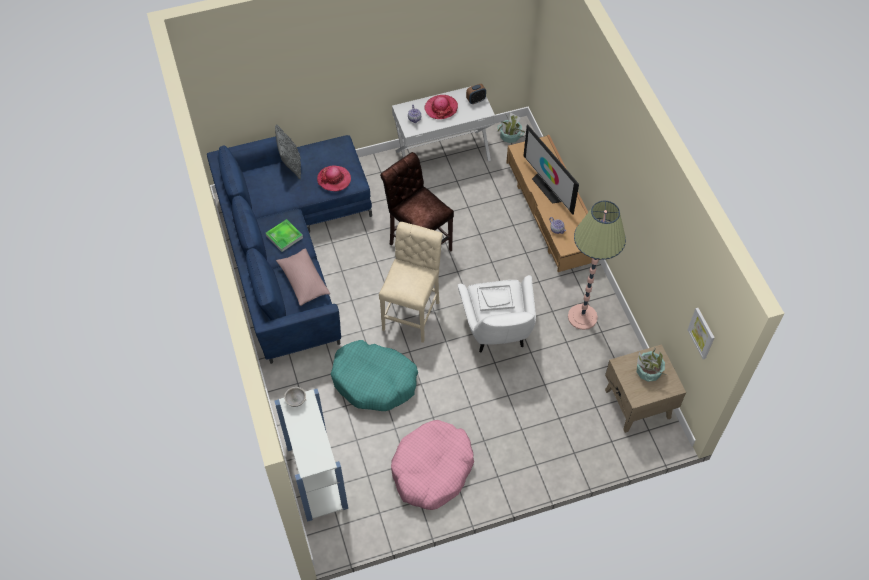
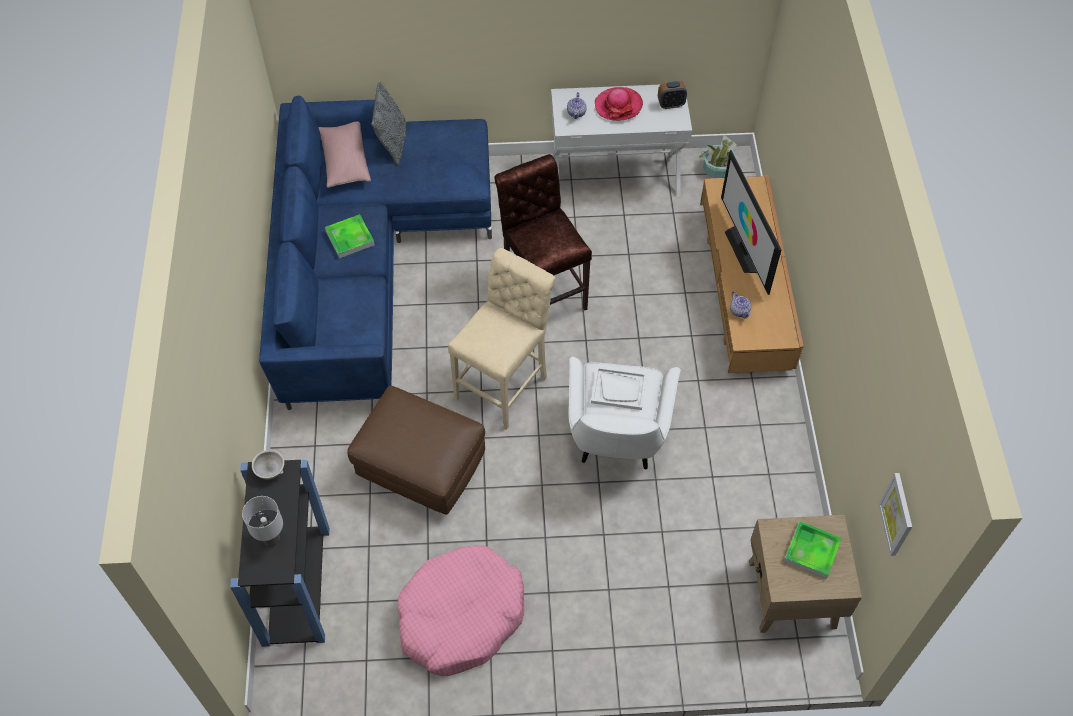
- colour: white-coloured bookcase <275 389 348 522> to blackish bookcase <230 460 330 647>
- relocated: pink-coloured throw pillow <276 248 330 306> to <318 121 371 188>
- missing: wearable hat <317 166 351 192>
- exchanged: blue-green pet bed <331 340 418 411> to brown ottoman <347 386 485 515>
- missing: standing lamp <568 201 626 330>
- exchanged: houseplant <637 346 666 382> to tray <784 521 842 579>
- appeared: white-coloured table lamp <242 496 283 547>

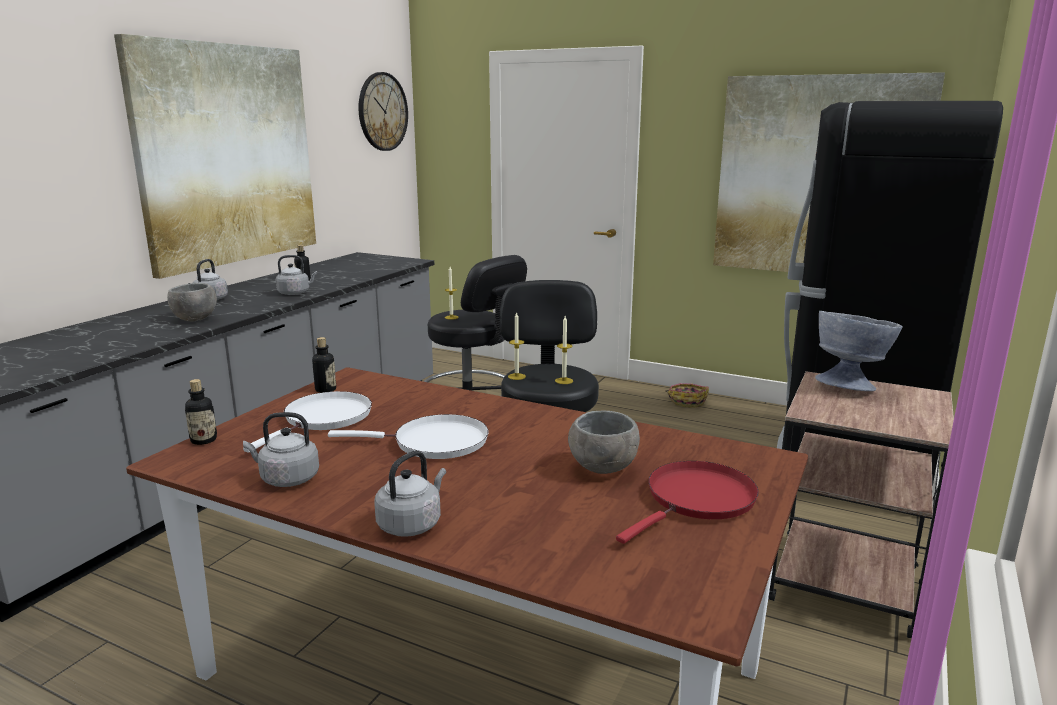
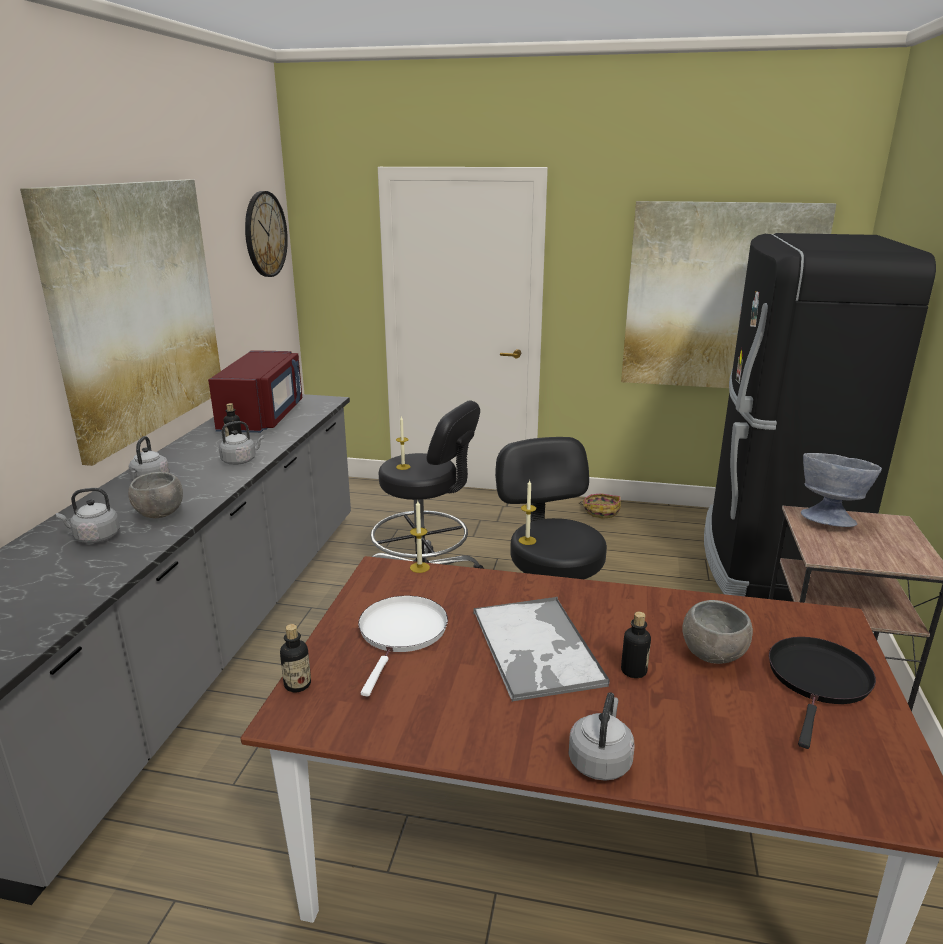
- relocated: greyish tea kettle <243 412 319 487> to <56 488 120 543>
- relocated: drink bottle <312 337 336 393> to <621 612 651 678>
- exchanged: white-coloured skillet <328 414 489 459> to tray <473 597 610 702>
- relocated: wax candle <555 316 573 384> to <410 501 430 573>
- colour: red-coloured skillet <616 461 759 544> to blackish skillet <769 637 876 749>
- appeared: red-coloured kitchen microwave <208 350 302 433>

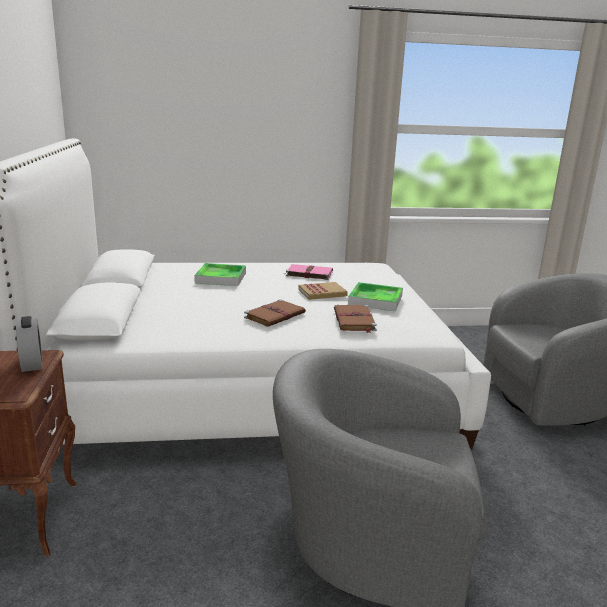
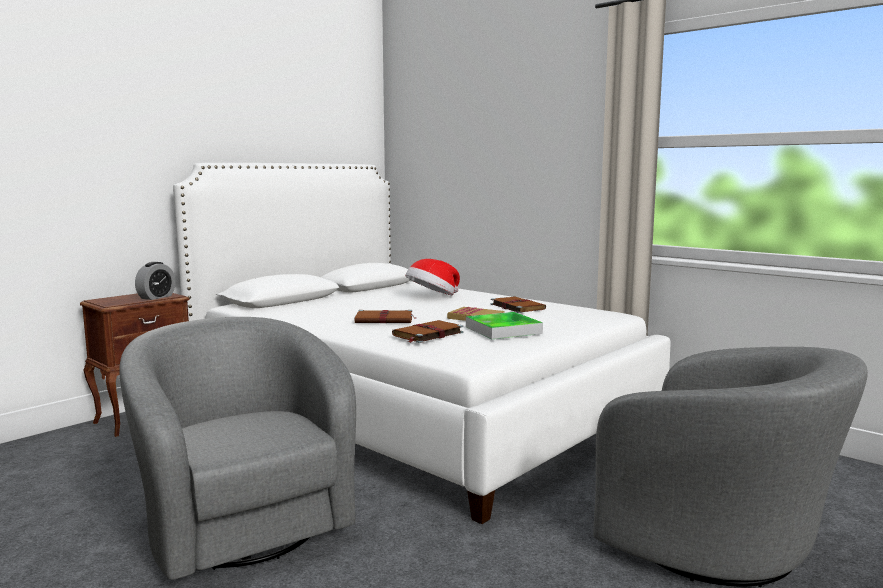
- exchanged: tray <195 263 246 286> to wearable hat <405 259 460 295>
- colour: pink-coloured book <284 264 333 280> to brown book <490 296 546 313>

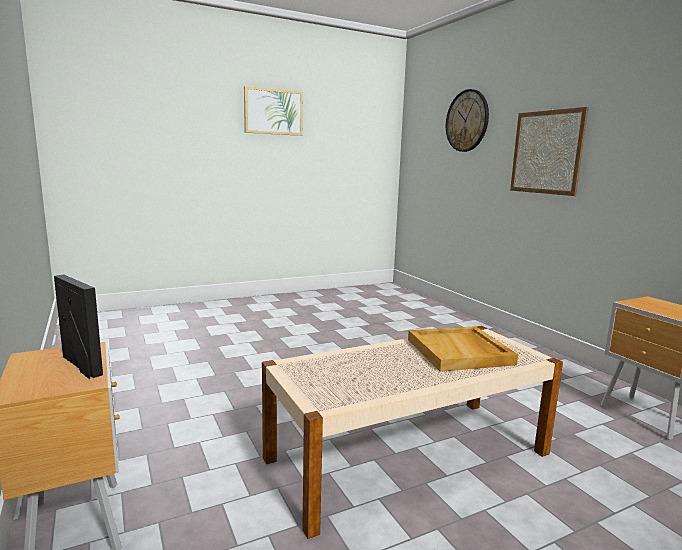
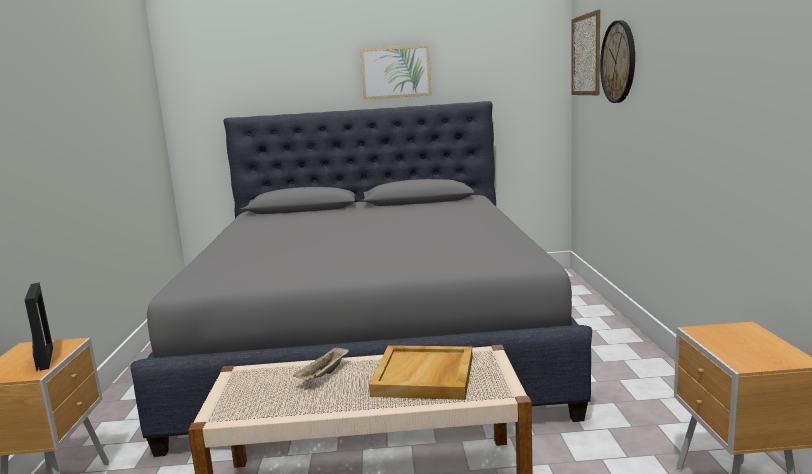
- relocated: wall art <510 107 589 196> to <572 9 600 95>
- appeared: greyish bed <130 101 592 457>
- appeared: sand-coloured tray <293 346 349 380>

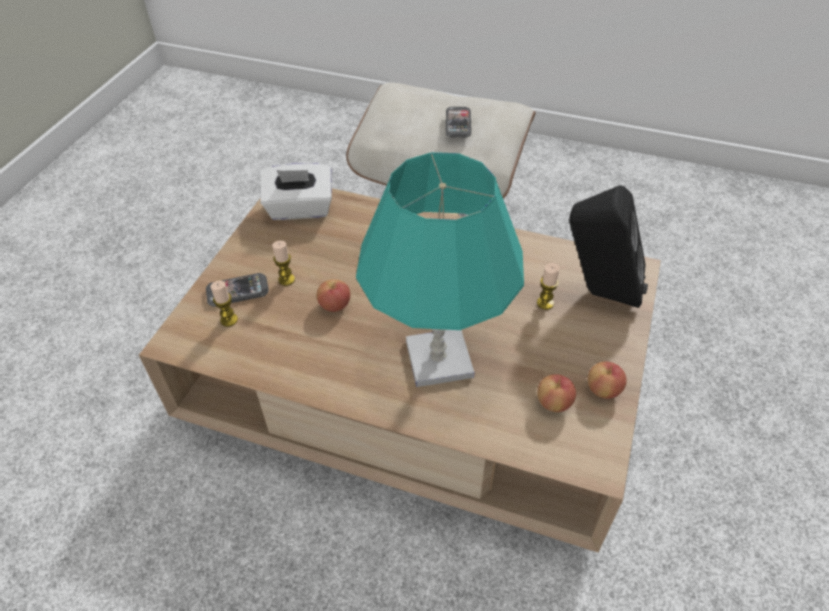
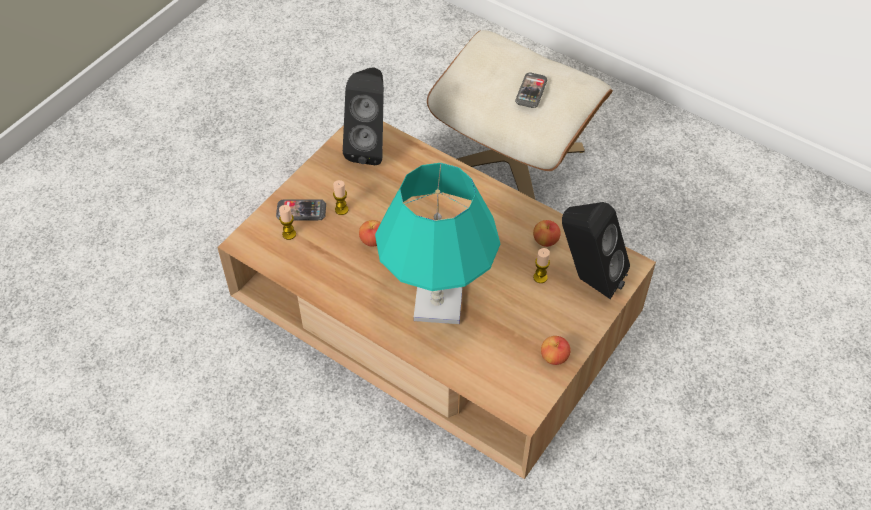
- exchanged: white-coloured tissue box <260 163 332 220> to blackish speaker <343 67 384 165>
- relocated: whole apple <537 374 576 412> to <533 220 561 247>

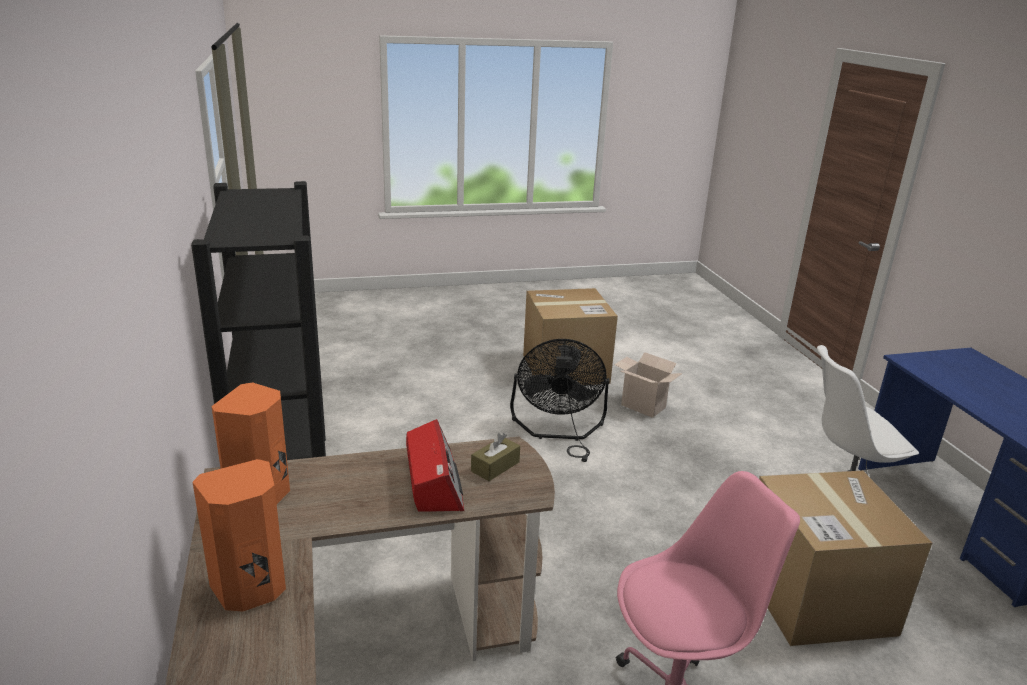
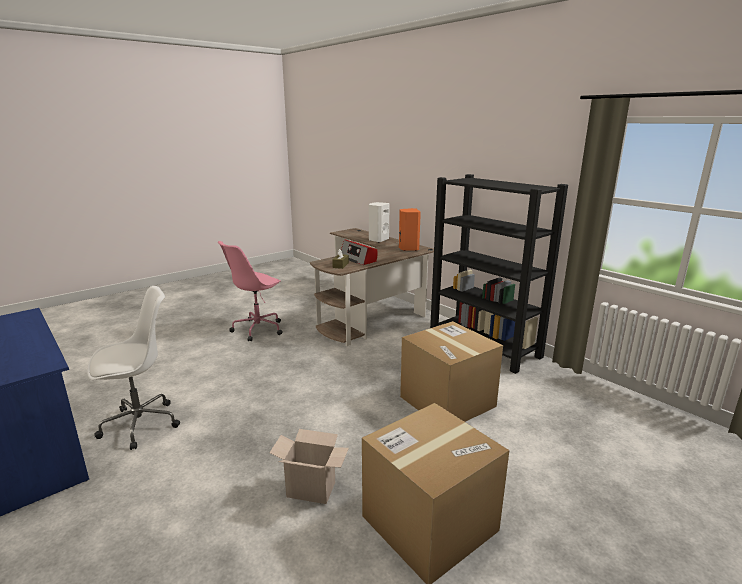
- colour: orange speaker <193 459 286 612> to white-coloured speaker <369 202 390 242>
- missing: blackish cooling fan <510 339 610 462>
- relocated: carton <759 471 932 646> to <400 321 503 422>

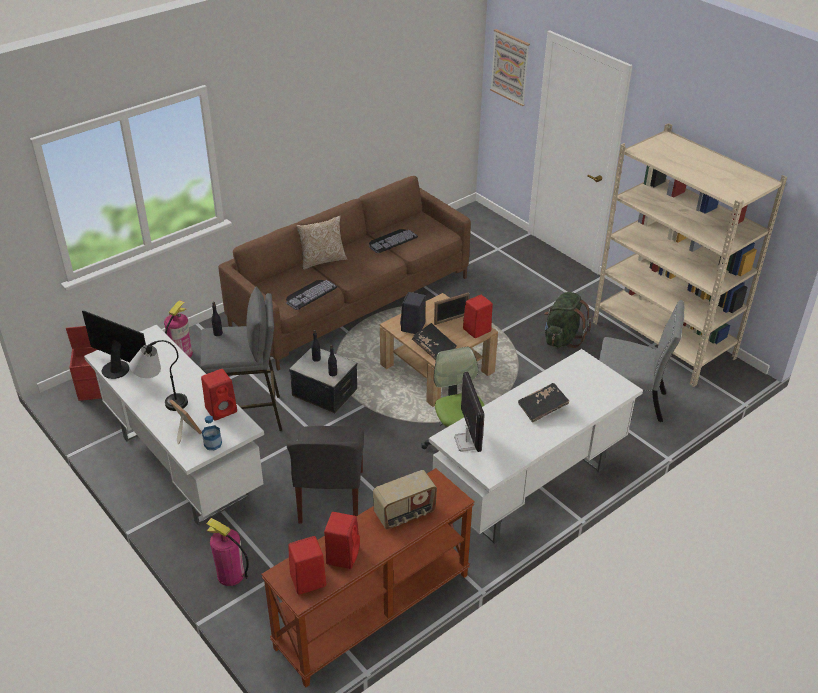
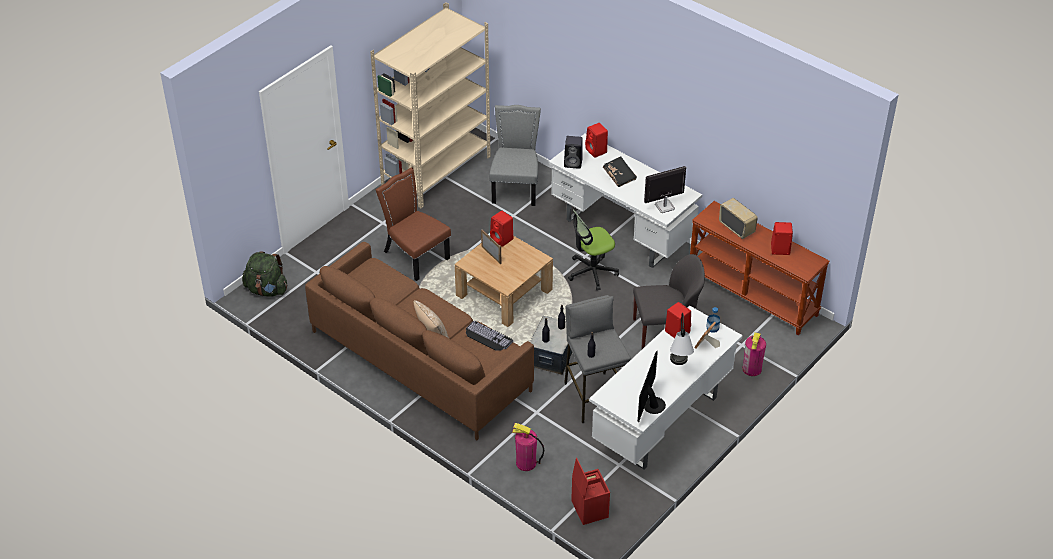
- relocated: red-coloured speaker <288 536 326 594> to <585 123 608 158>
- missing: PC keyboard <369 229 418 253>
- relocated: blackish speaker <400 292 426 334> to <564 136 583 169>
- missing: blackish book <412 323 457 360>
- missing: wall art <490 29 530 106>
- relocated: greenish rucksack <544 292 591 348> to <242 251 287 297>
- appeared: brown upright chair <375 167 451 281>

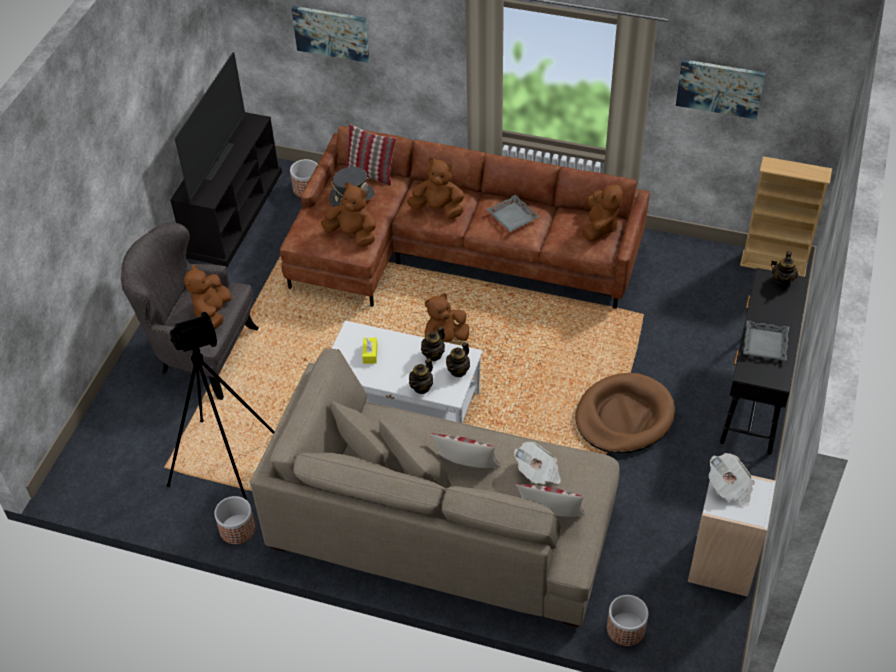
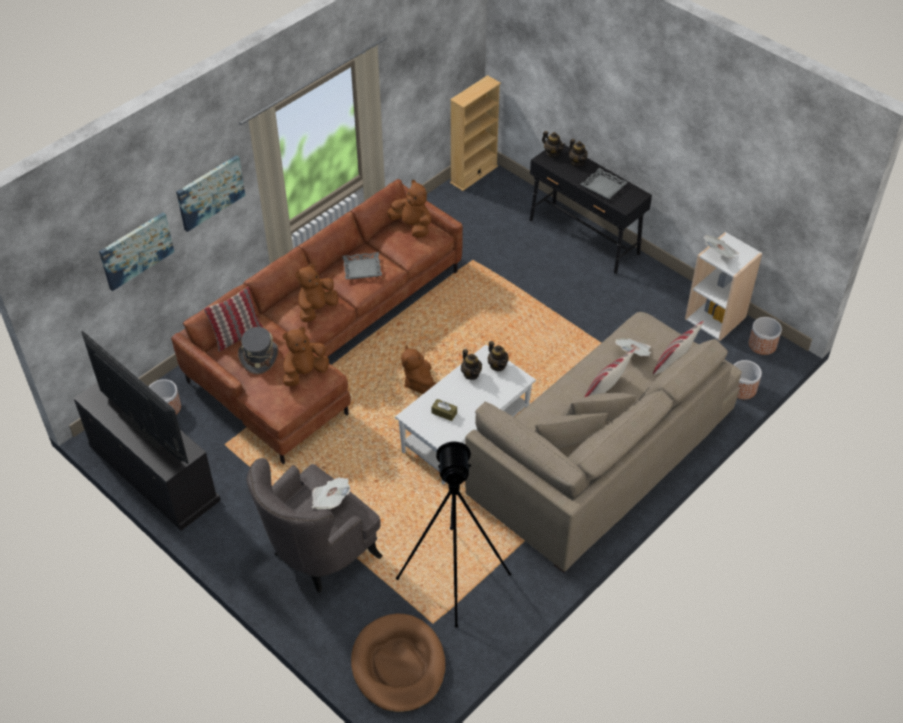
- exchanged: brown plush toy <184 264 232 330> to printed paper <312 477 350 509>
- relocated: planter <214 496 255 544> to <748 317 782 355>
- colour: yellowish tissue box <362 338 377 364> to brown tissue box <431 399 457 421>
- relocated: pot for tea <409 358 433 394> to <569 139 588 167>
- relocated: brown pet bed <575 373 675 453> to <351 614 446 713>
- relocated: wall art <676 59 765 119> to <176 155 245 232>

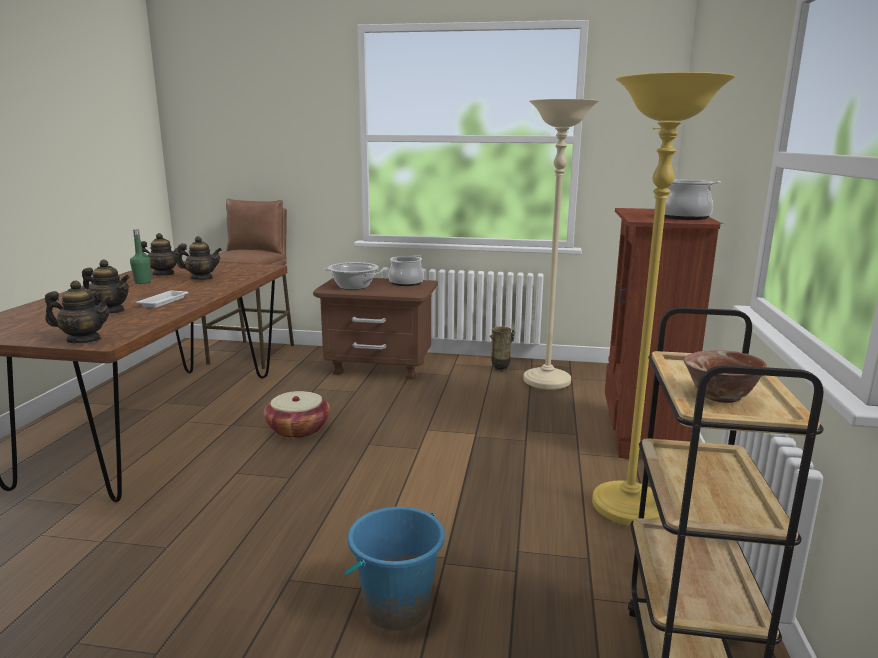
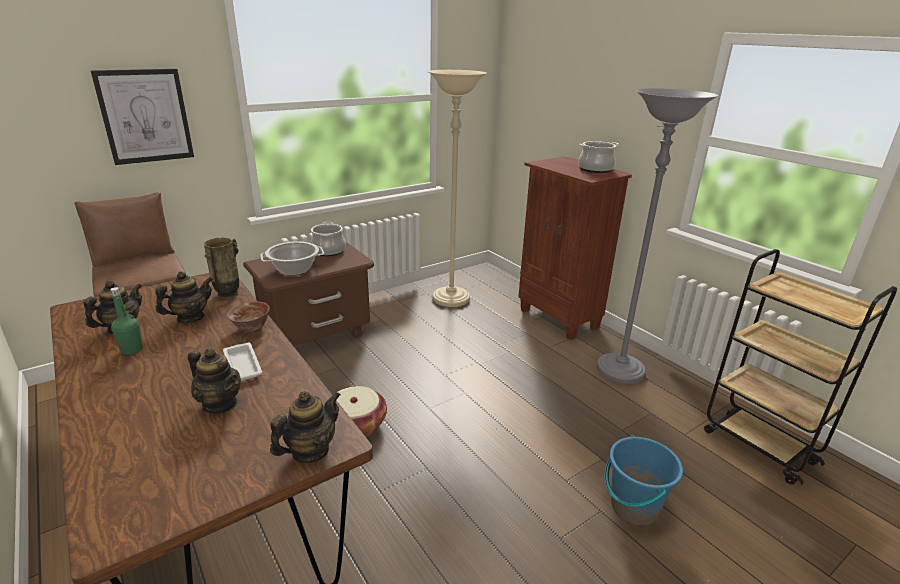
- spun: pot for tea <82 260 130 313> = <188 348 241 413> 60 degrees clockwise
- relocated: flower vase <490 326 515 372> to <204 238 239 298>
- colour: yellowish standing lamp <592 72 735 526> to greyish standing lamp <597 88 718 384>
- relocated: deep dish <684 350 767 403> to <227 301 270 333>
- appeared: wall art <91 69 194 165>

